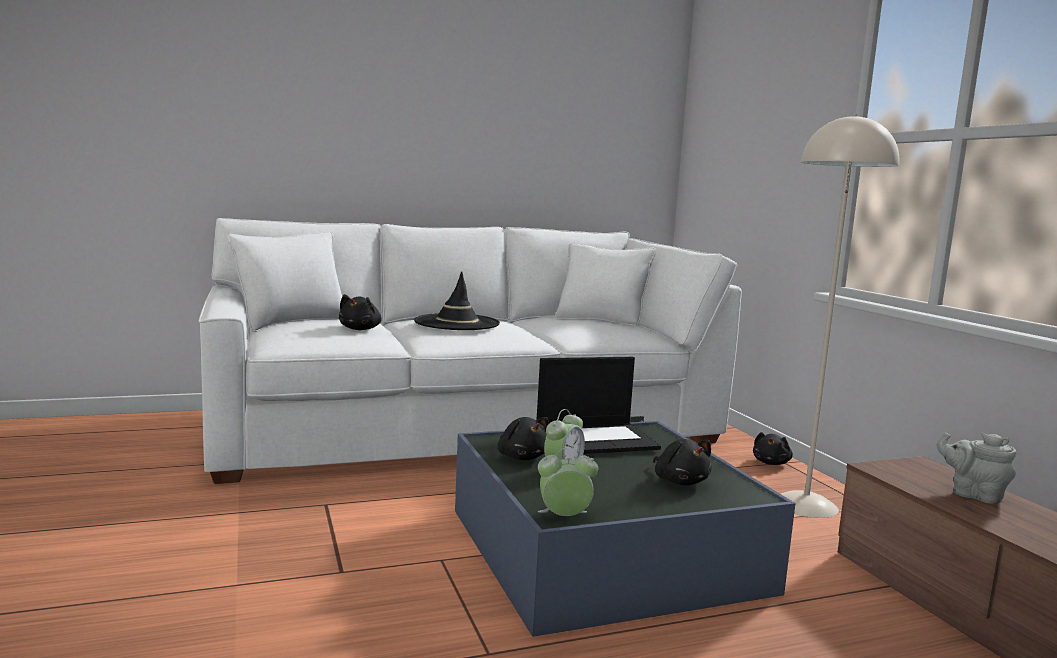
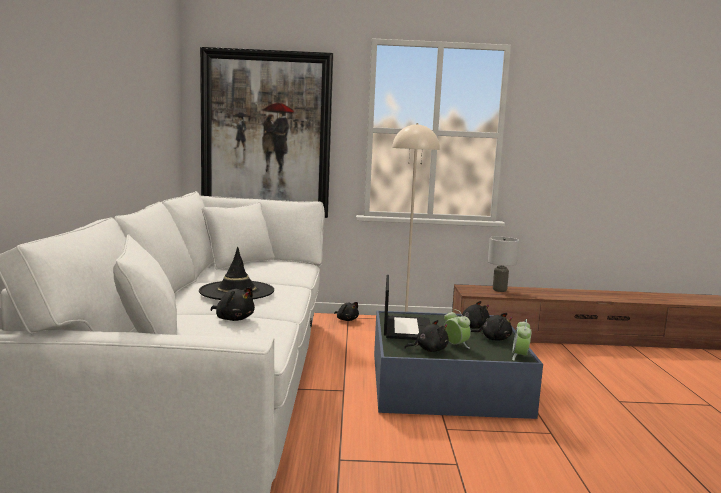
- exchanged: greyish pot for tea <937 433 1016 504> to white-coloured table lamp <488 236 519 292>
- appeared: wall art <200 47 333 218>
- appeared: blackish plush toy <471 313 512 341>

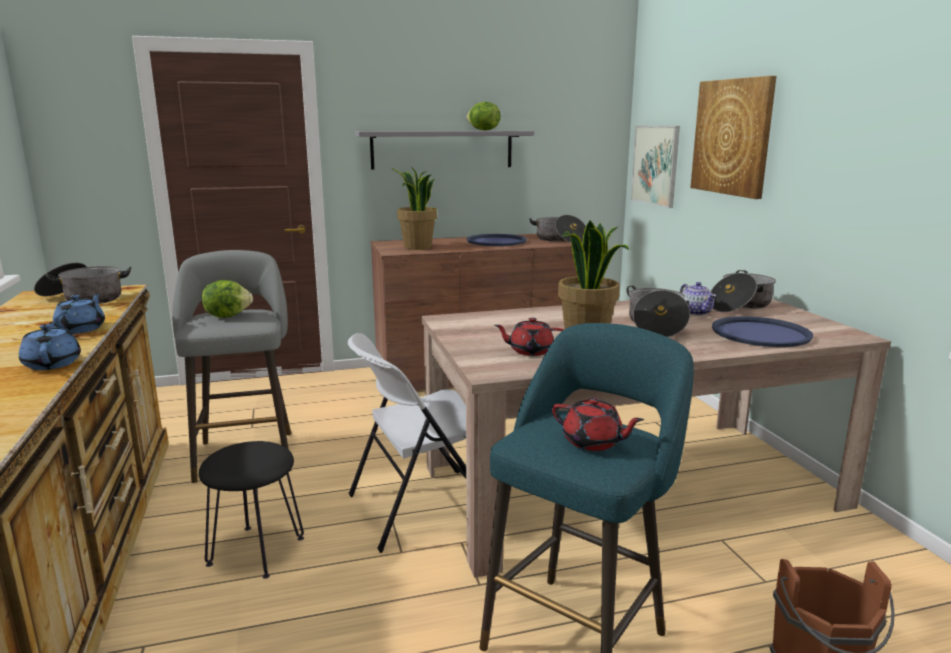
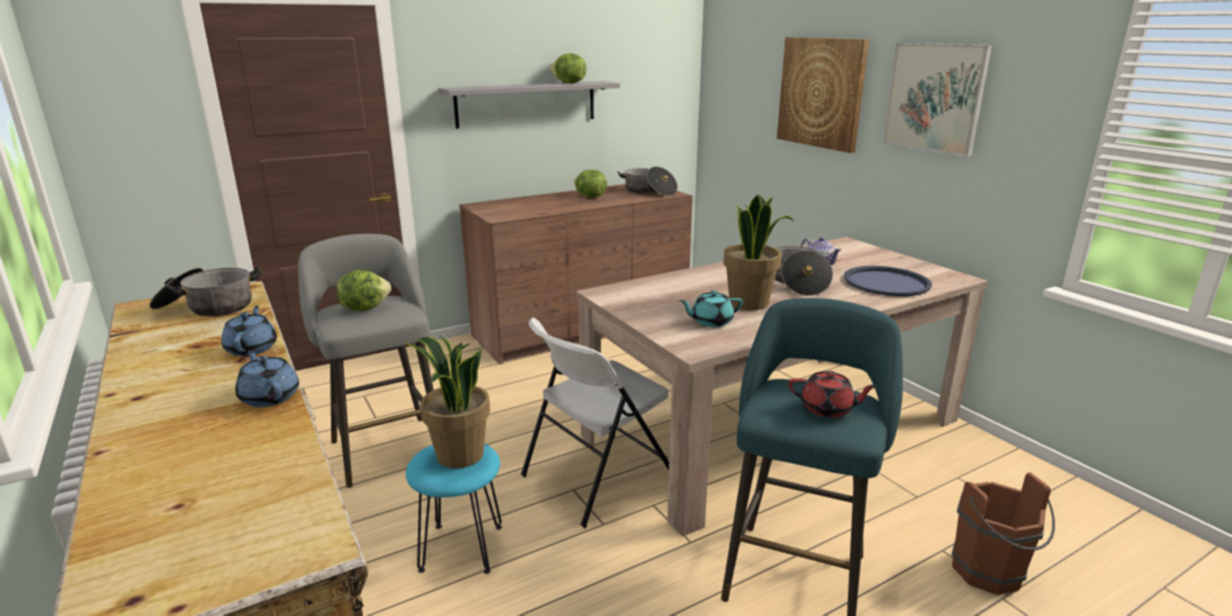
- colour: blackish stool <199 441 304 579> to blue-green stool <406 443 502 574>
- relocated: houseplant <391 166 437 250> to <404 336 490 468>
- exchanged: blue-coloured tray <466 234 527 246> to lettuce head <574 170 607 198>
- colour: red-coloured pot for tea <495 317 564 356> to blue-green pot for tea <680 291 743 327>
- relocated: wall art <631 126 680 208> to <882 43 992 157>
- missing: stockpot <711 270 776 312>

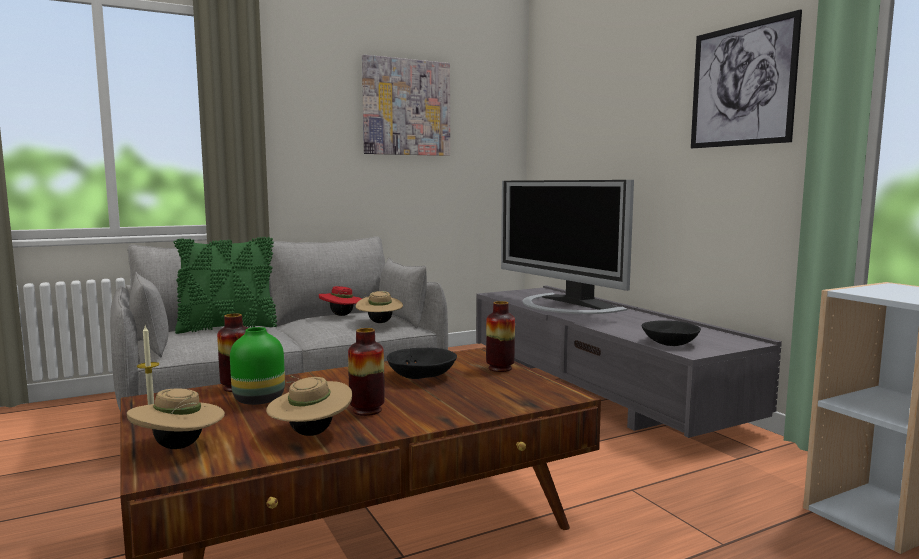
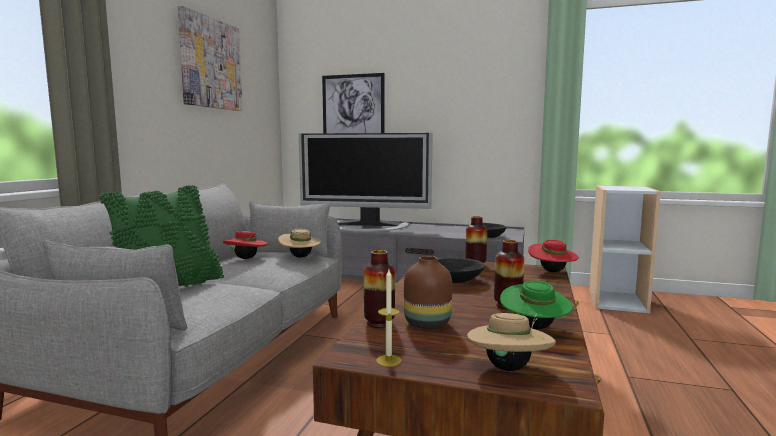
- colour: greenish flower vase <230 327 285 405> to brown flower vase <404 256 452 329>
- colour: sand-coloured wearable hat <266 376 352 436> to greenish wearable hat <500 281 573 329>
- relocated: wall art <691 9 802 148> to <322 73 385 133>
- appeared: red-coloured wearable hat <528 240 579 272>

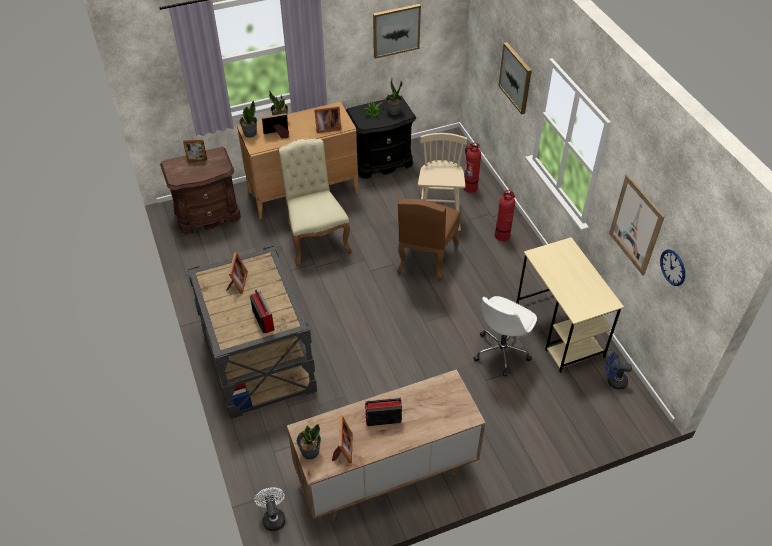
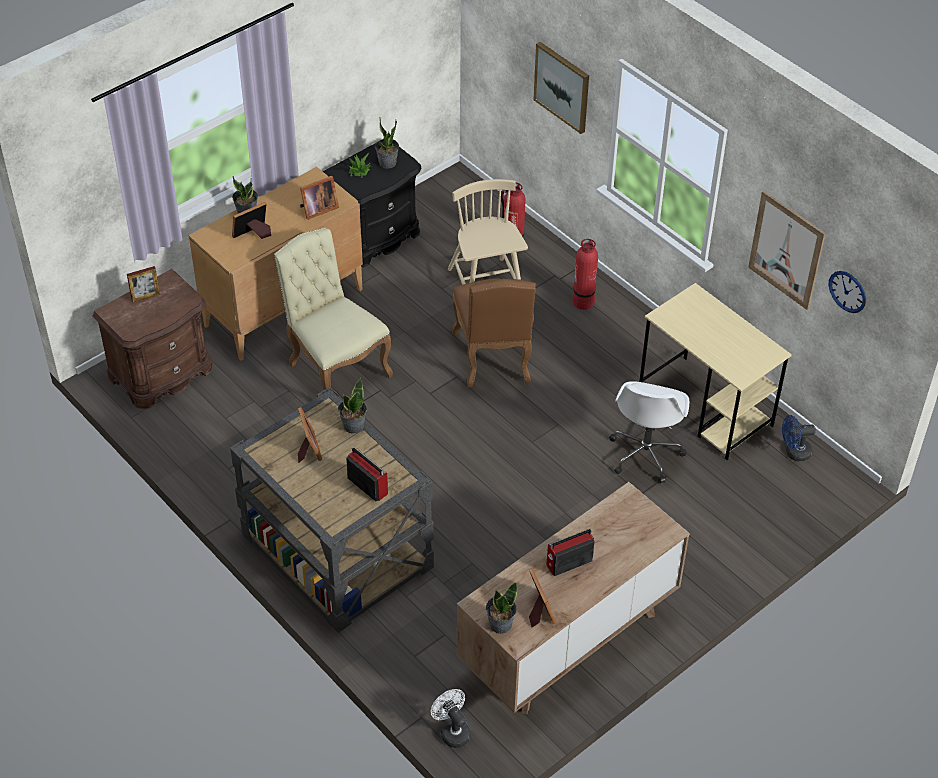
- relocated: houseplant <239 100 257 138> to <338 378 367 434>
- missing: wall art <373 4 421 59>

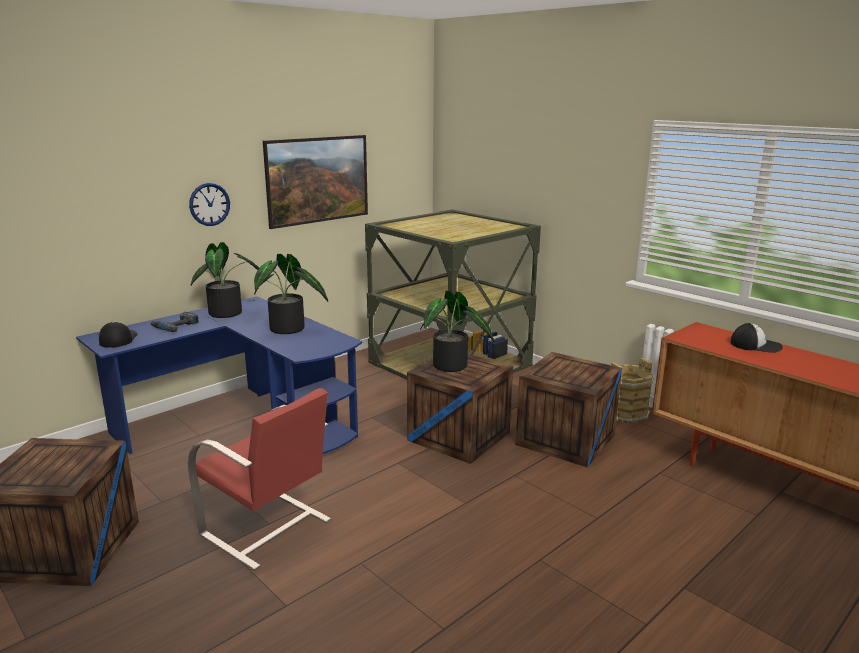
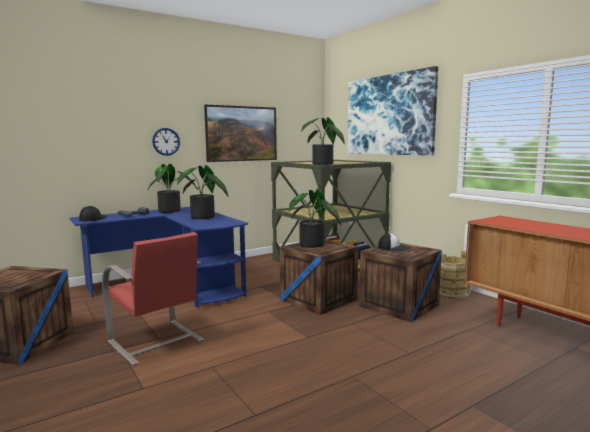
- relocated: cap <730 323 783 353> to <378 233 411 252>
- appeared: houseplant <301 117 345 165>
- appeared: wall art <348 66 438 156>

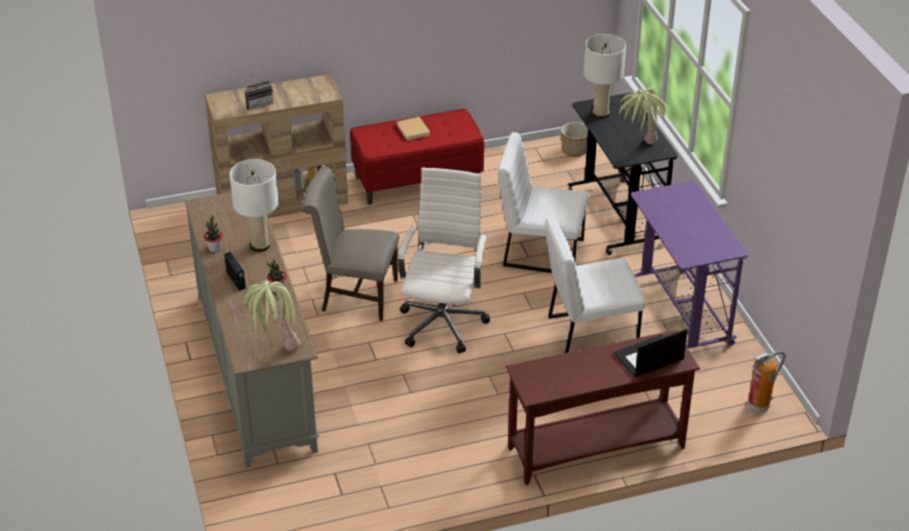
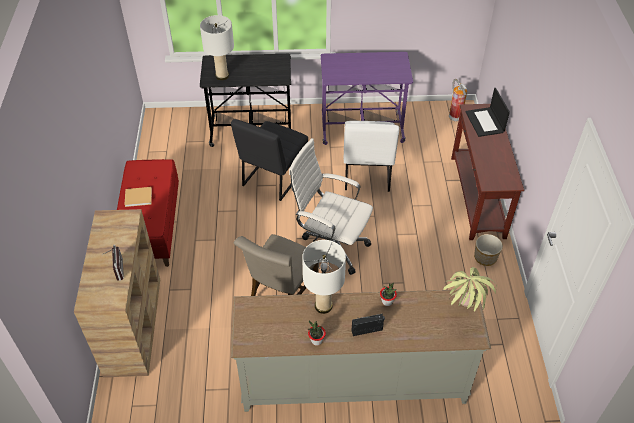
- colour: white-coloured upright chair <498 132 589 273> to blackish upright chair <231 119 308 201>
- relocated: planter <561 122 588 157> to <474 234 503 266>
- missing: houseplant <619 88 669 144>

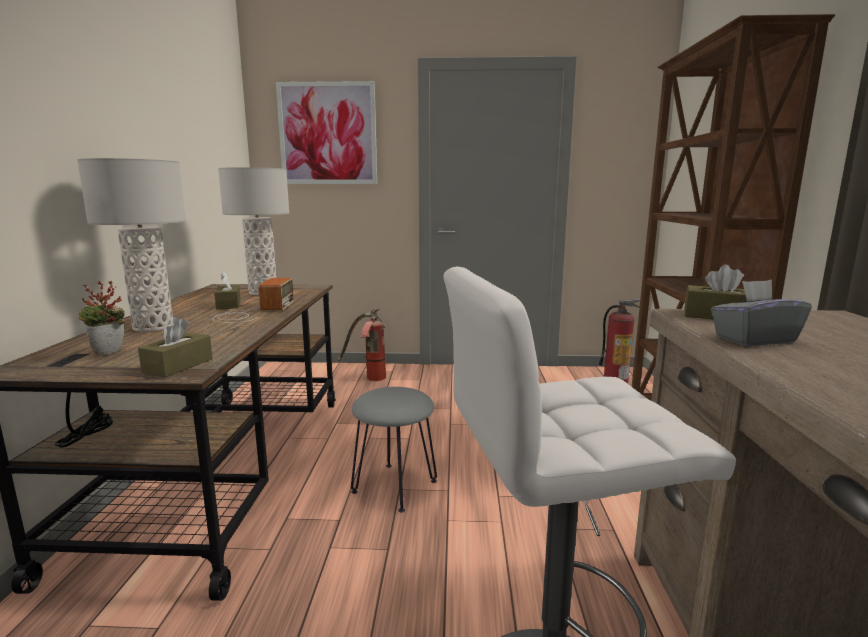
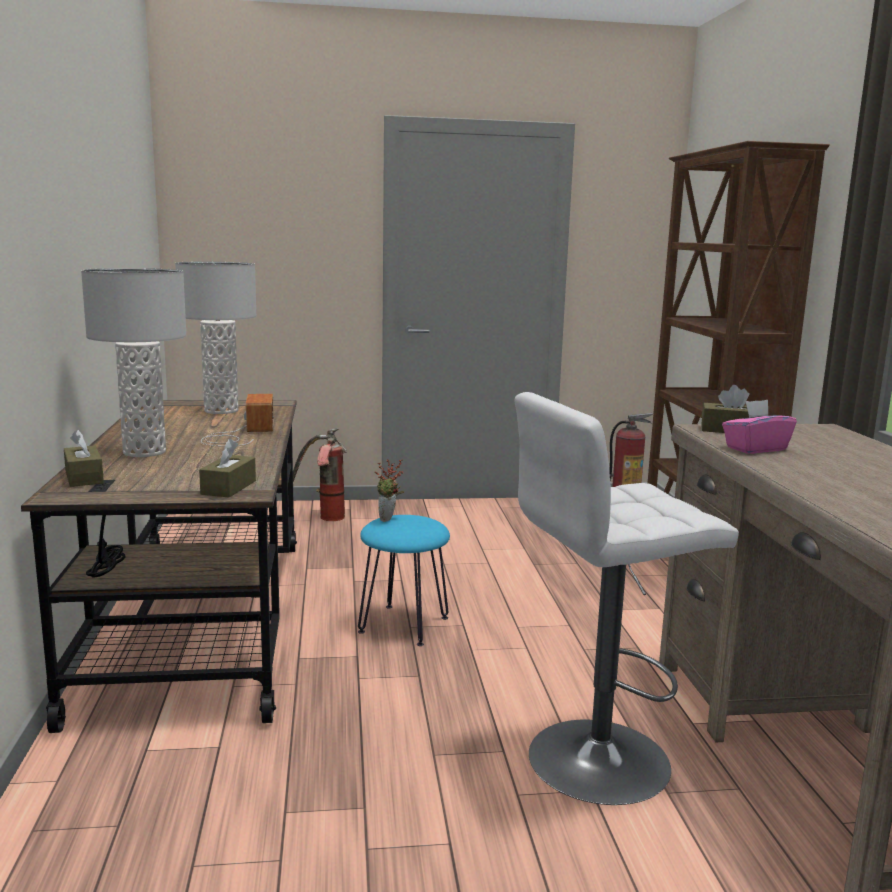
- relocated: houseplant <79 280 125 356> to <375 459 404 522>
- relocated: brown tissue box <214 272 241 310> to <64 430 104 487>
- missing: wall art <276 81 377 184>
- colour: greyish stool <351 387 437 512> to blue-green stool <358 515 450 646>
- colour: greyish tissue box <711 280 812 346> to pink-coloured tissue box <722 400 797 454>

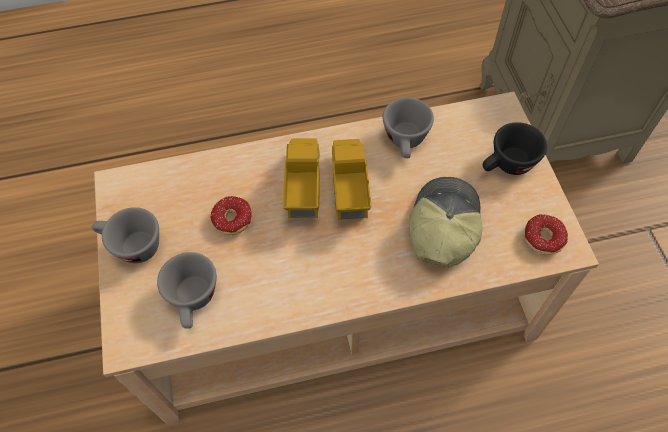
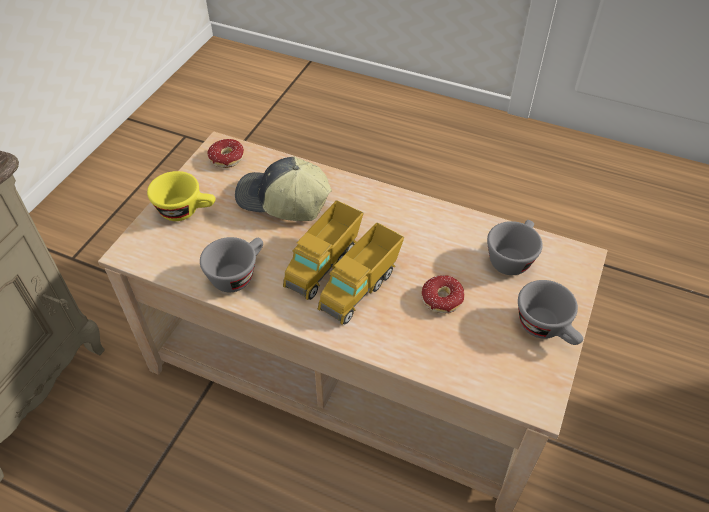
- spun: cap <409 177 483 267> = <235 157 332 221> 60 degrees clockwise
- colour: blackish drinking cup <483 122 547 175> to yellowish drinking cup <147 171 216 221>

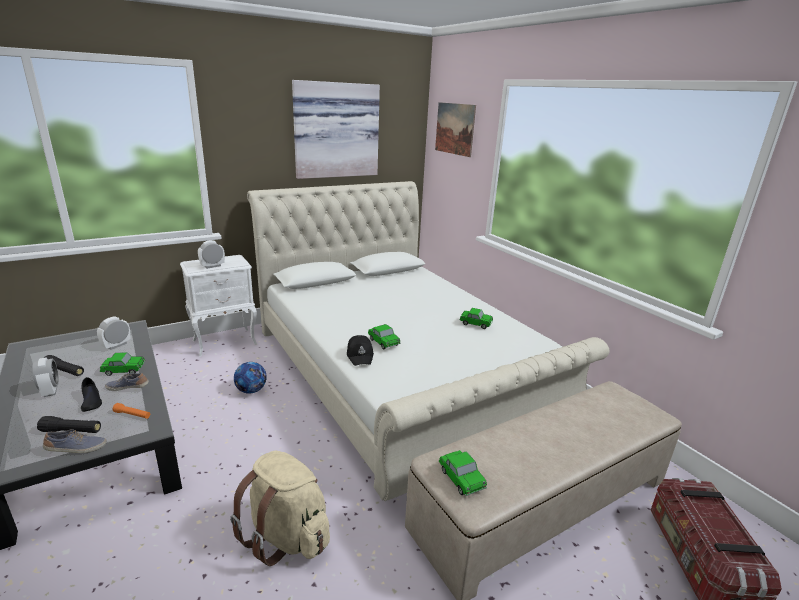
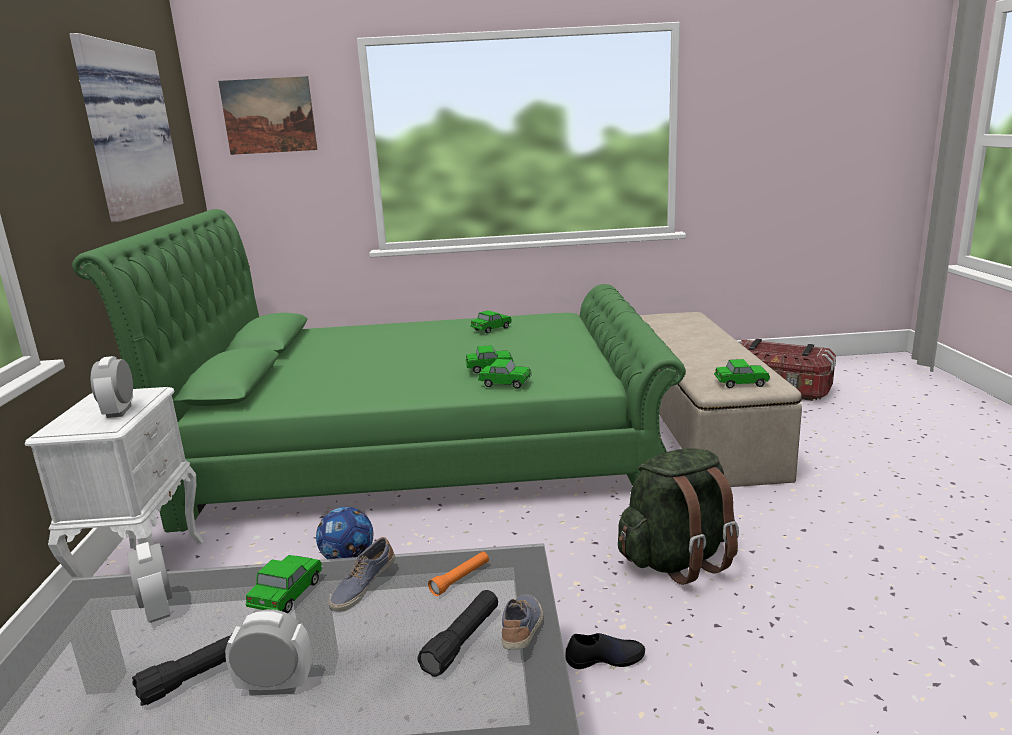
- relocated: blackish low shoe <81 377 102 412> to <565 633 645 669>
- colour: sand-coloured rucksack <230 451 330 566> to greenish rucksack <618 448 739 585>
- colour: sand-coloured bed <247 181 610 501> to greenish bed <72 209 686 532>
- exchanged: blackish cap <347 335 374 366> to toy car <478 359 532 389>

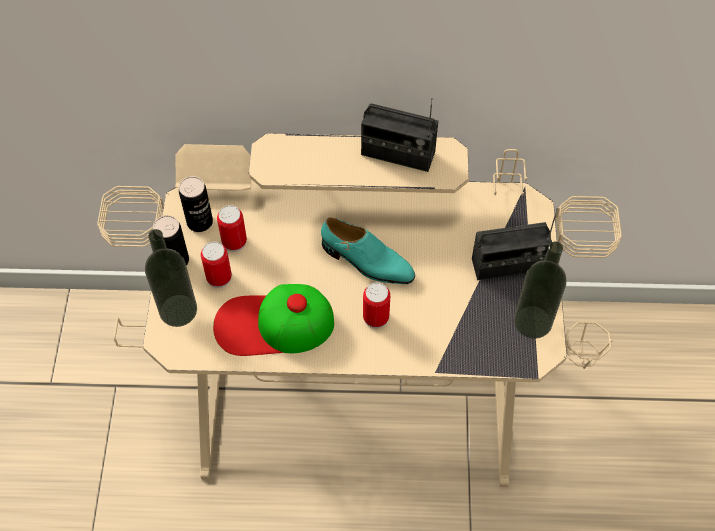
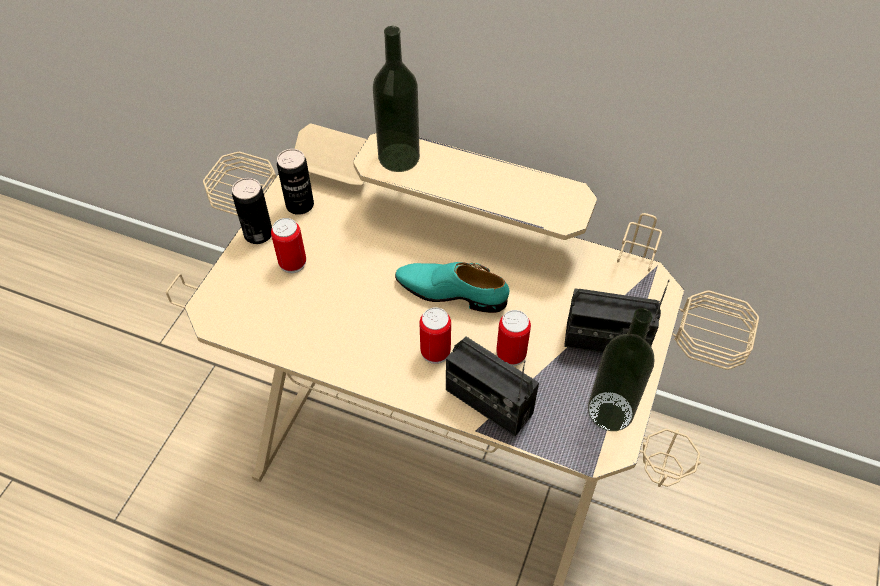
- relocated: drink bottle <145 229 197 327> to <373 26 420 172>
- missing: cap <213 284 334 356>
- relocated: sealed can <217 205 247 252> to <496 310 531 366>
- spun: blue-green low shoe <321 218 415 284> = <395 262 509 313> 150 degrees clockwise
- relocated: radio set <361 98 438 172> to <446 336 539 436>

